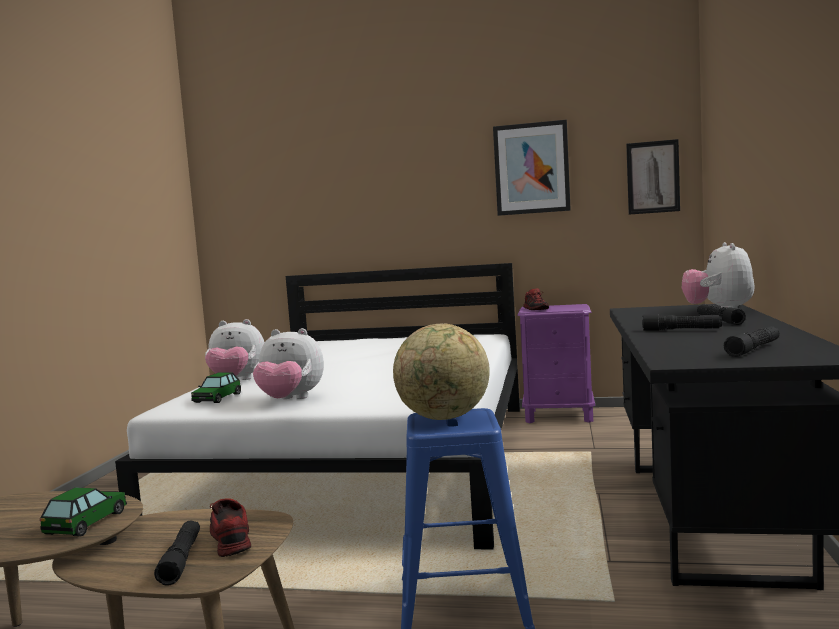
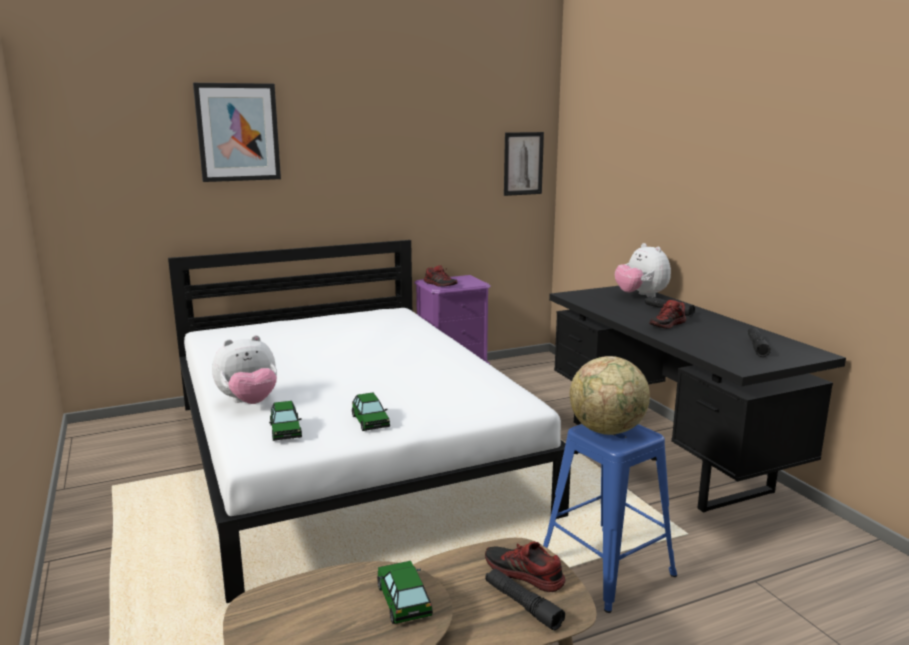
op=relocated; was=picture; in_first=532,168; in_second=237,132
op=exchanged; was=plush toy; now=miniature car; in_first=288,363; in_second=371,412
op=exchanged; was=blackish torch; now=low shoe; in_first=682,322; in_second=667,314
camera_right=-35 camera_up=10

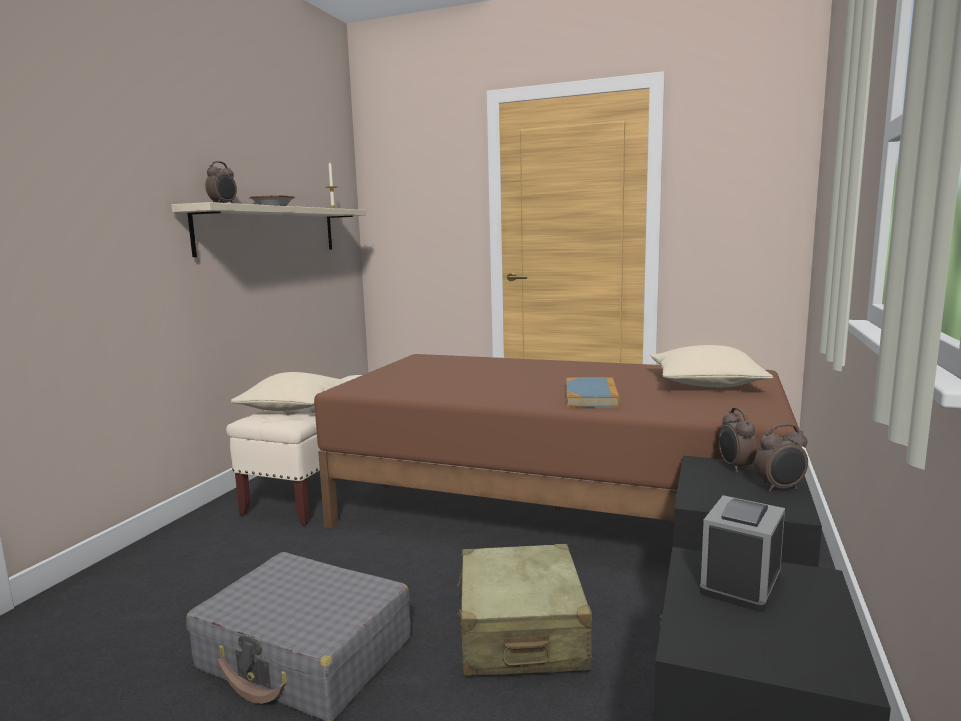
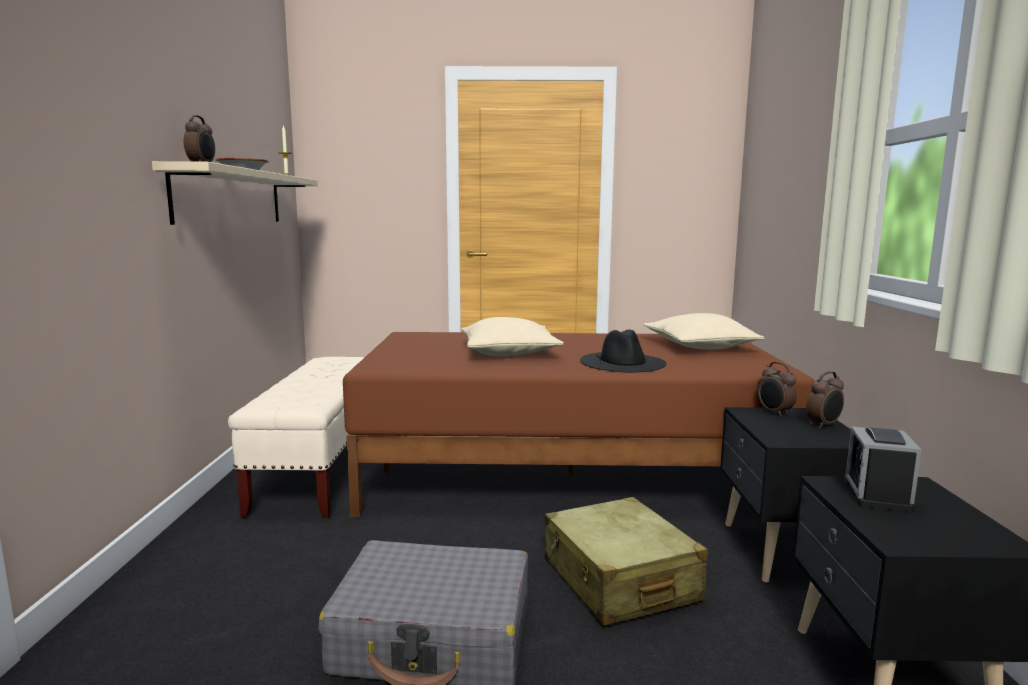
op=relocated; was=sand-coloured cushion; in_first=290,391; in_second=512,336
op=exchanged; was=book; now=blackish wearable hat; in_first=593,392; in_second=623,351
camera_right=-20 camera_up=0

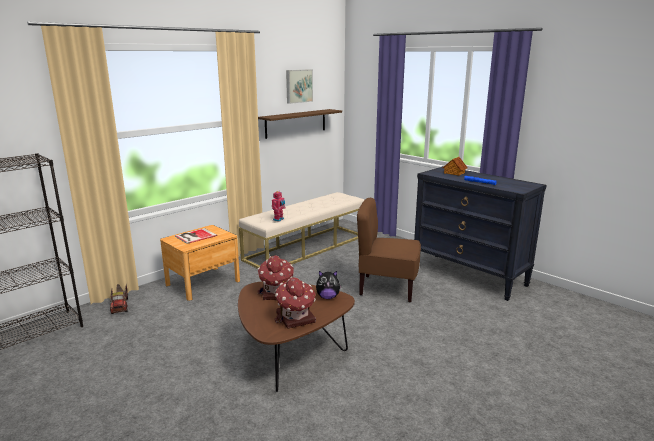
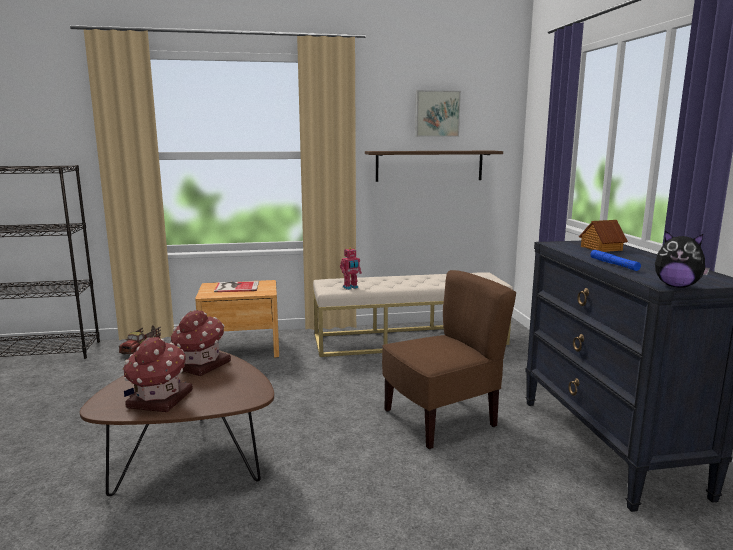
op=relocated; was=plush toy; in_first=329,285; in_second=682,259
op=spun; was=brown-coloured plain chair; in_first=389,250; in_second=449,359; clockwise=105
camera_right=35 camera_up=-5

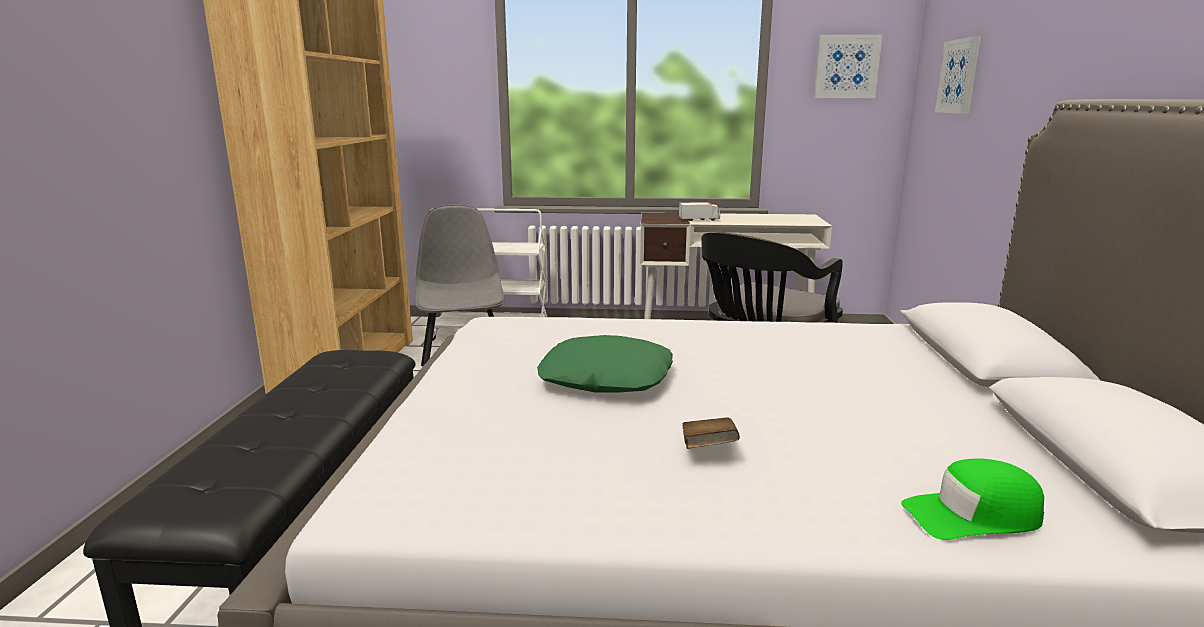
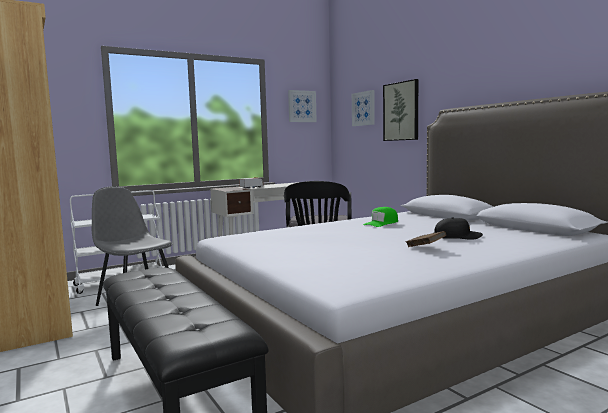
op=missing; was=green-coloured cushion; in_first=605,364
op=appeared; now=picture; in_second=400,110
op=appeared; now=blackish cap; in_second=458,229
op=relocated; was=green-coloured cap; in_first=972,499; in_second=380,217
camera_right=-35 camera_up=-10

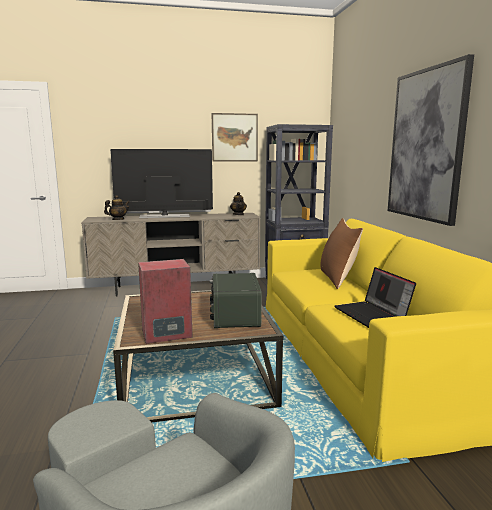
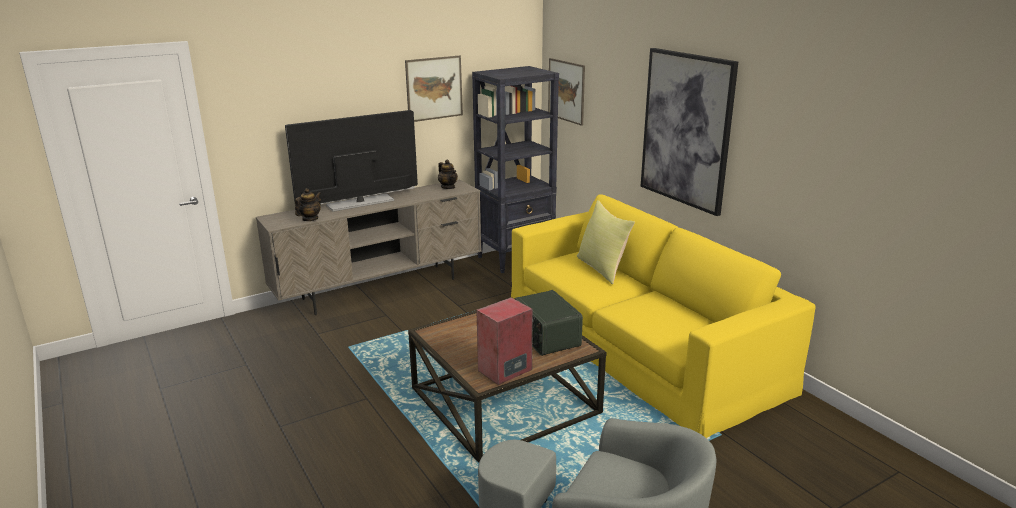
op=missing; was=laptop; in_first=375,297
op=appeared; now=picture; in_second=566,92
op=colour; was=brown-coloured cushion; now=yellowish cushion; in_first=341,253; in_second=606,242
camera_right=-20 camera_up=10

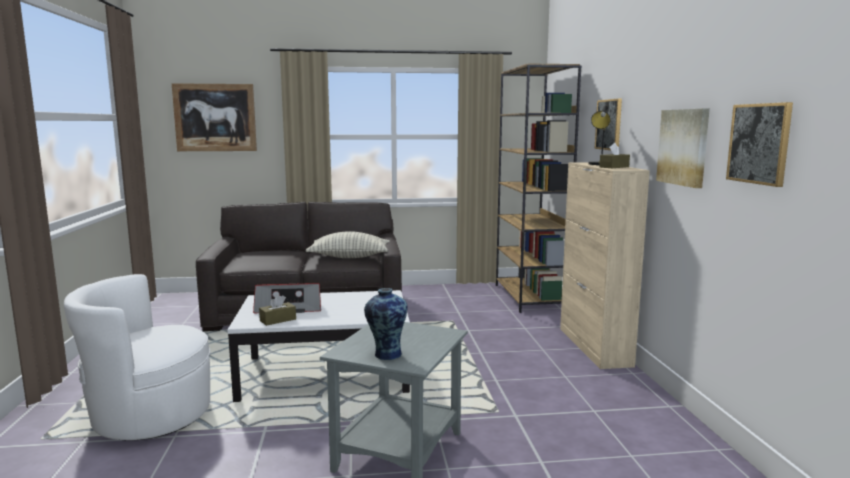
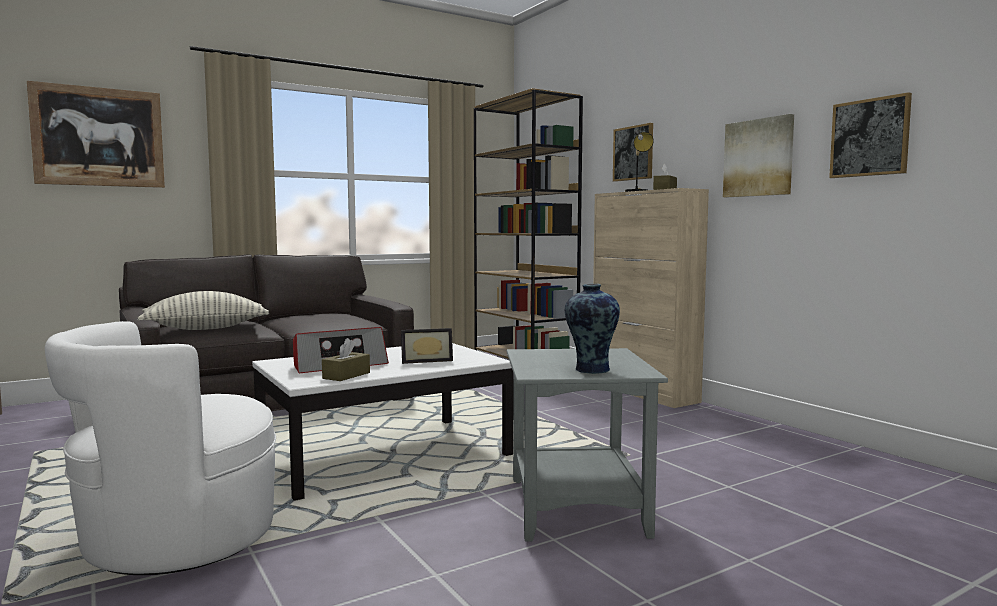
op=appeared; now=standing frame; in_second=427,346
op=relocated; was=cushion; in_first=348,245; in_second=203,310
camera_right=-25 camera_up=-5

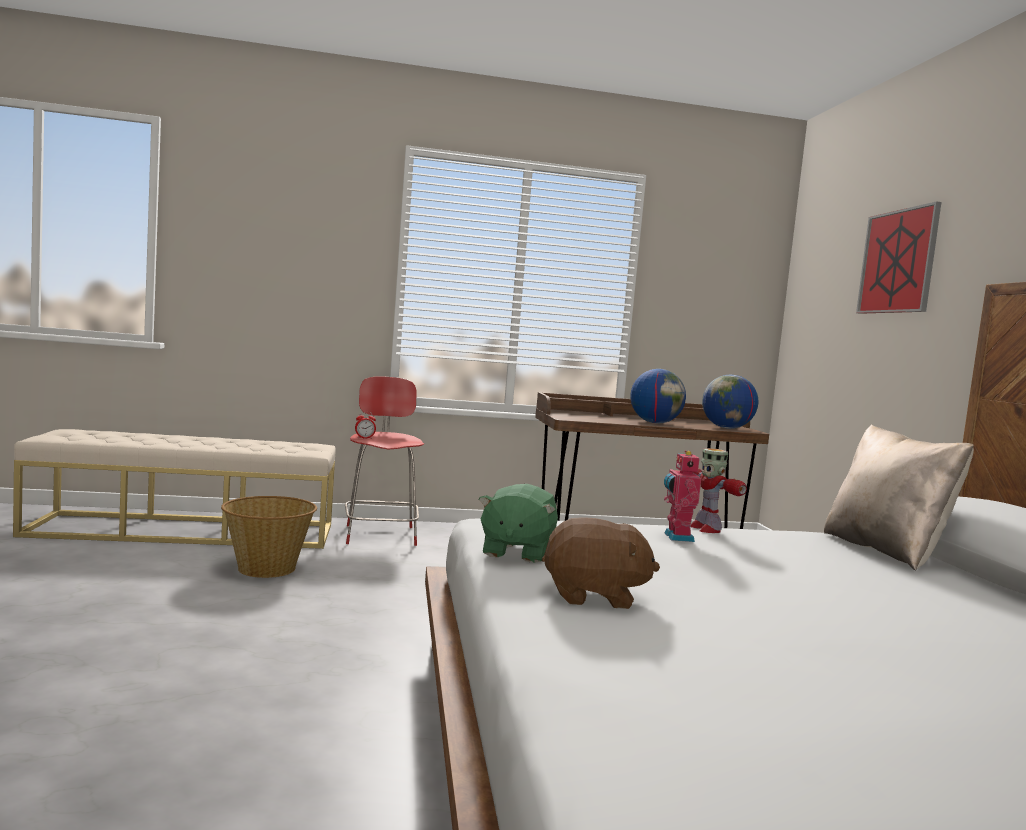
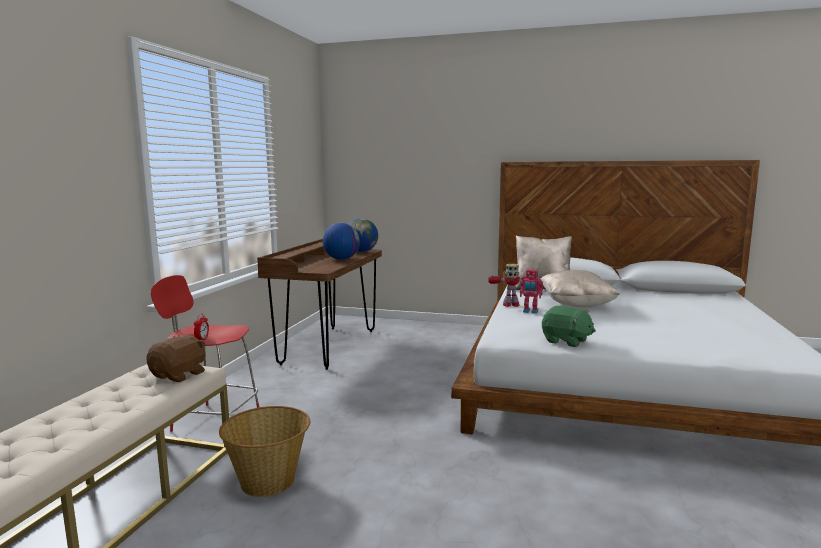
op=missing; was=picture; in_first=899,257
op=appeared; now=sand-coloured cushion; in_second=580,288
op=relocated; was=brown-coloured plush toy; in_first=601,563; in_second=176,358
camera_right=-65 camera_up=5

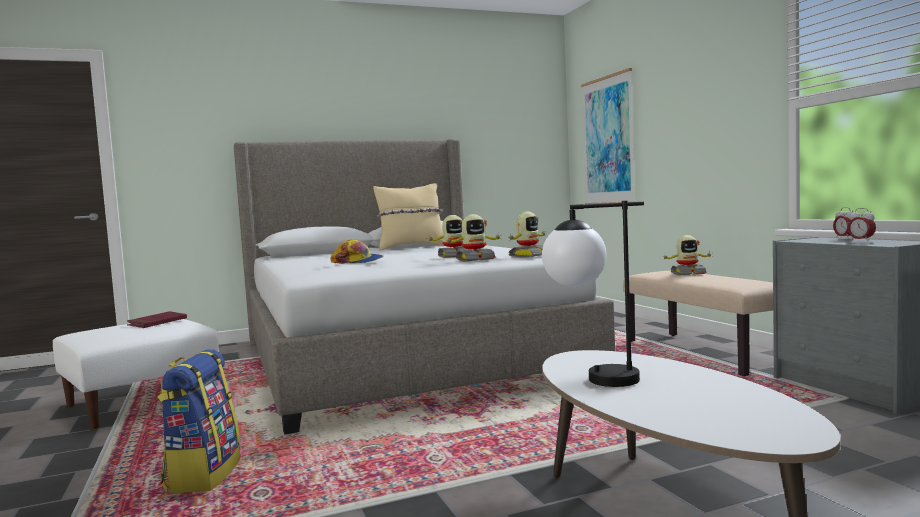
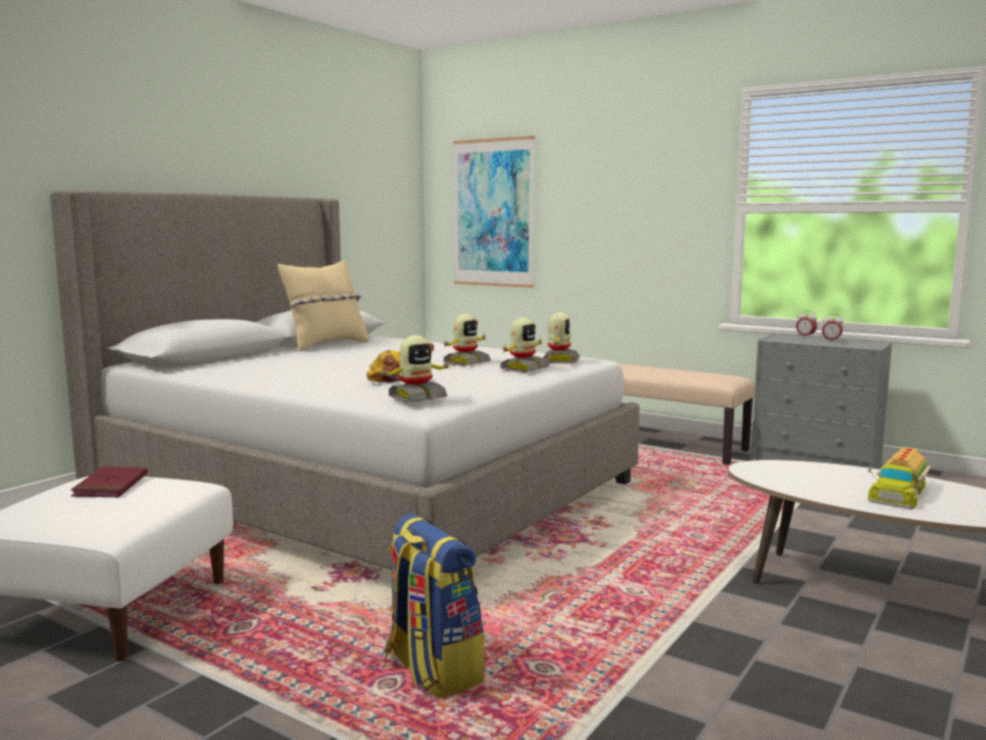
op=missing; was=tabletop lamp; in_first=593,294
op=appeared; now=toy lorry; in_second=899,478
op=relocated; was=robot figure; in_first=686,255; in_second=415,369
camera_right=-35 camera_up=5

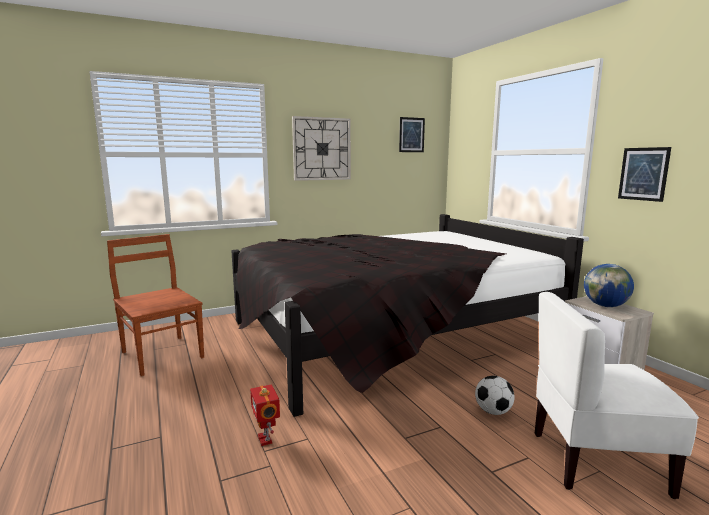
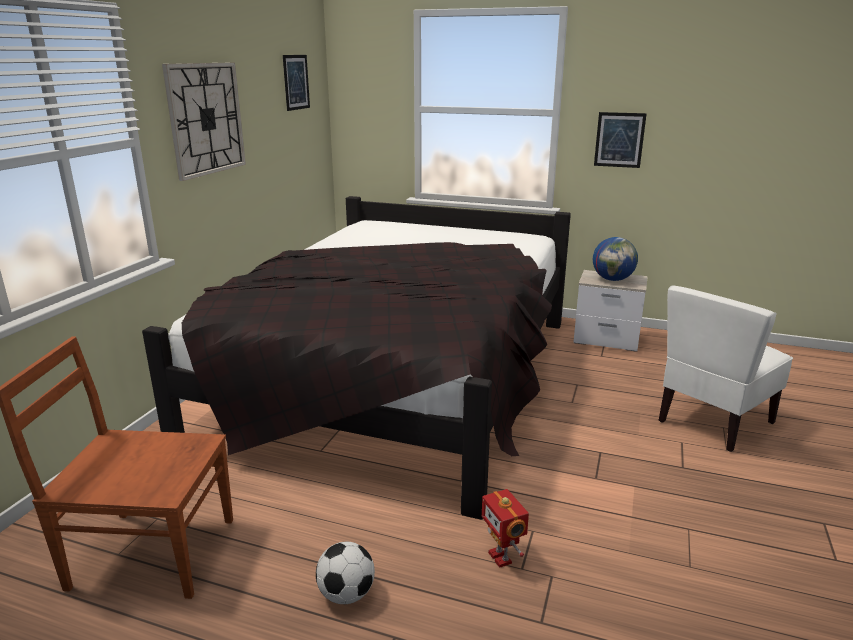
op=relocated; was=football ball; in_first=495,395; in_second=345,573
op=spun; was=robot figure; in_first=265,415; in_second=505,528; clockwise=45
camera_right=-45 camera_up=10

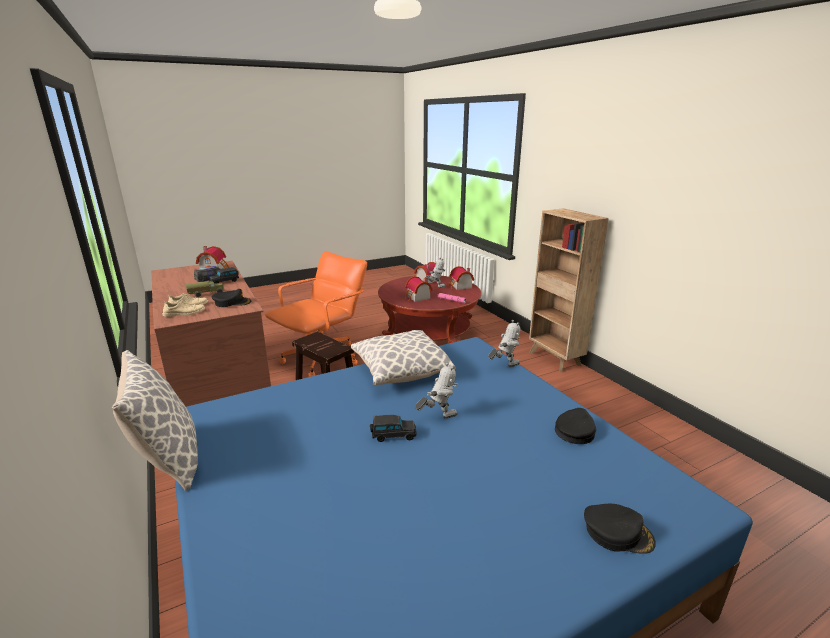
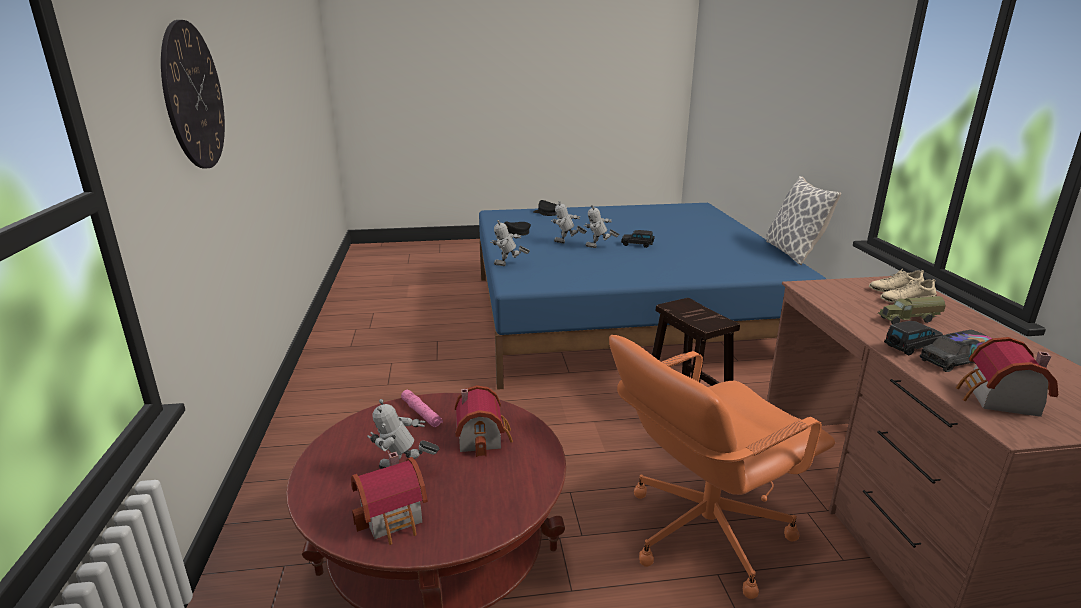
op=missing; was=blackish cap; in_first=231,298
op=missing; was=cushion; in_first=403,357
op=missing; was=miniature house; in_first=461,278
op=missing; was=brown-coloured shelving unit; in_first=569,290
op=appeared; now=clock on the wall; in_second=193,94
op=appeared; now=robot figure; in_second=569,222
camera_right=-160 camera_up=0

